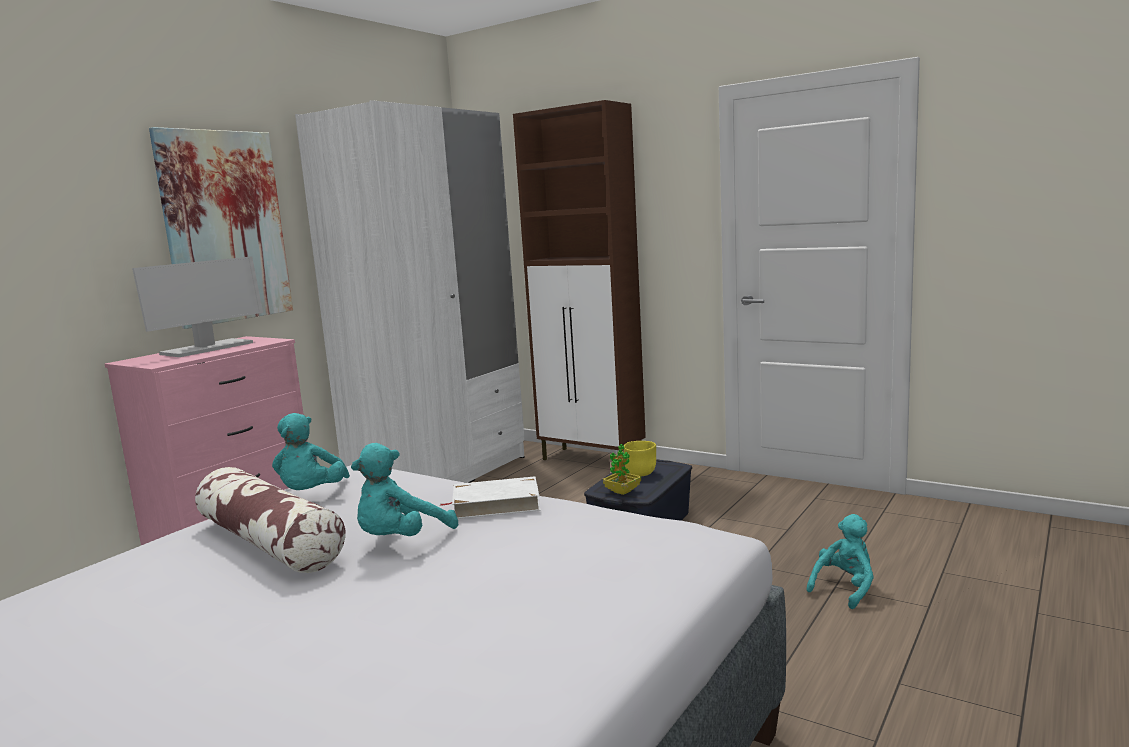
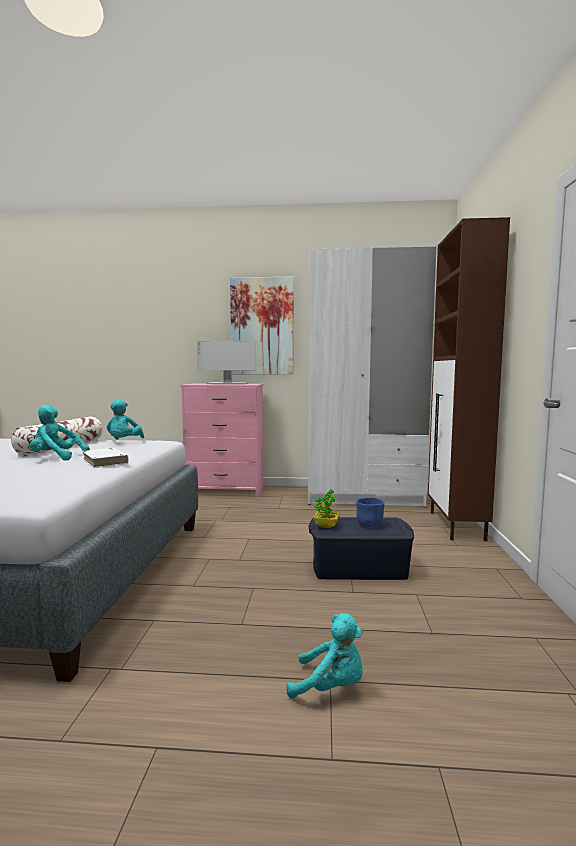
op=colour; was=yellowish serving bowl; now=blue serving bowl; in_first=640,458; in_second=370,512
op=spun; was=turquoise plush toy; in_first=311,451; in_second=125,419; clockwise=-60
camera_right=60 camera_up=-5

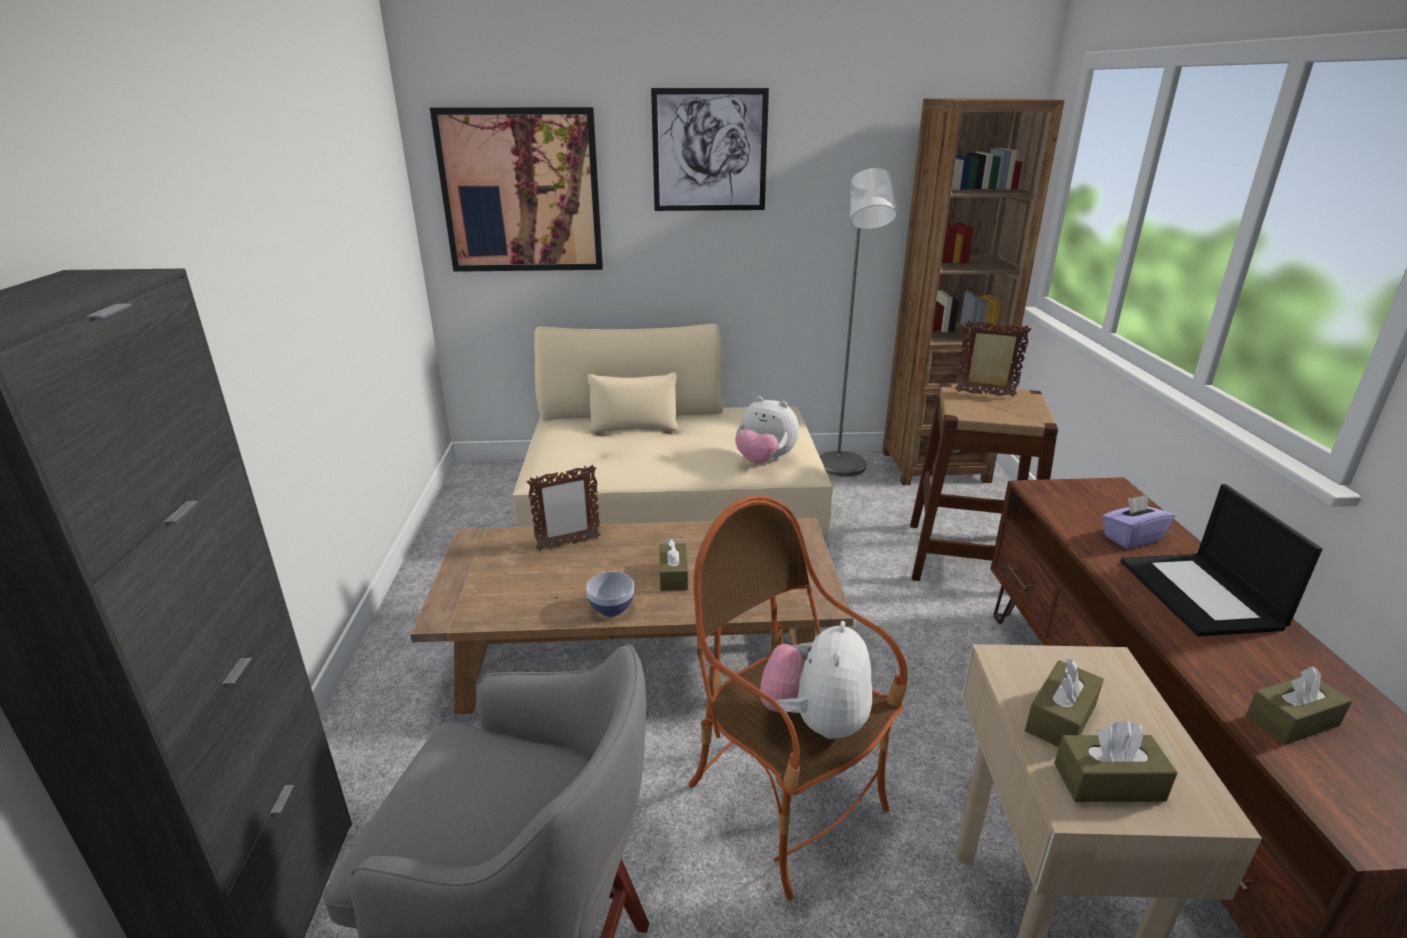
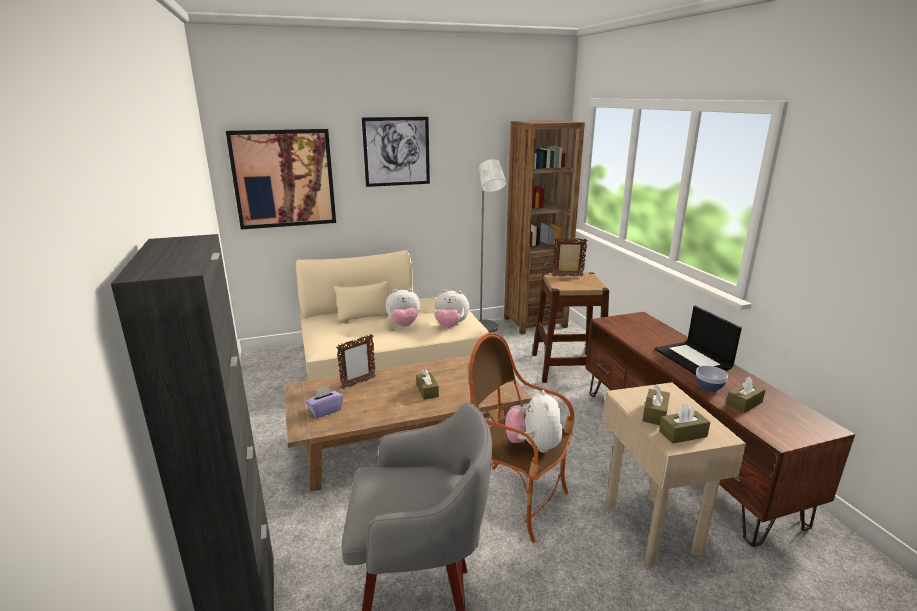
op=appeared; now=plush toy; in_second=402,307
op=relocated; was=serving bowl; in_first=610,594; in_second=712,379
op=relocated; was=purplish tissue holder; in_first=1138,522; in_second=324,402
camera_right=-15 camera_up=-5

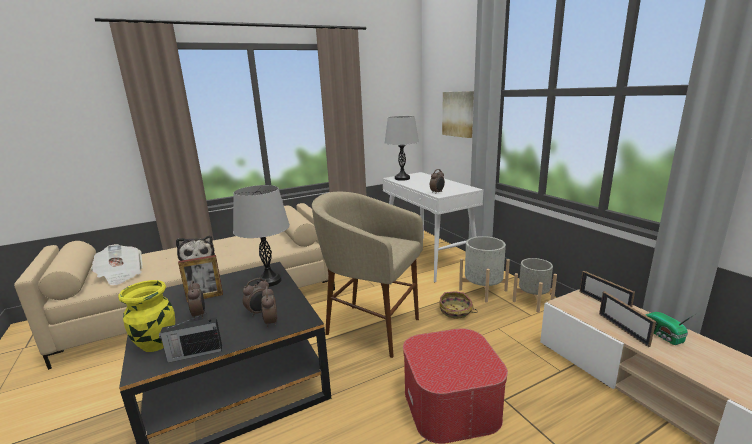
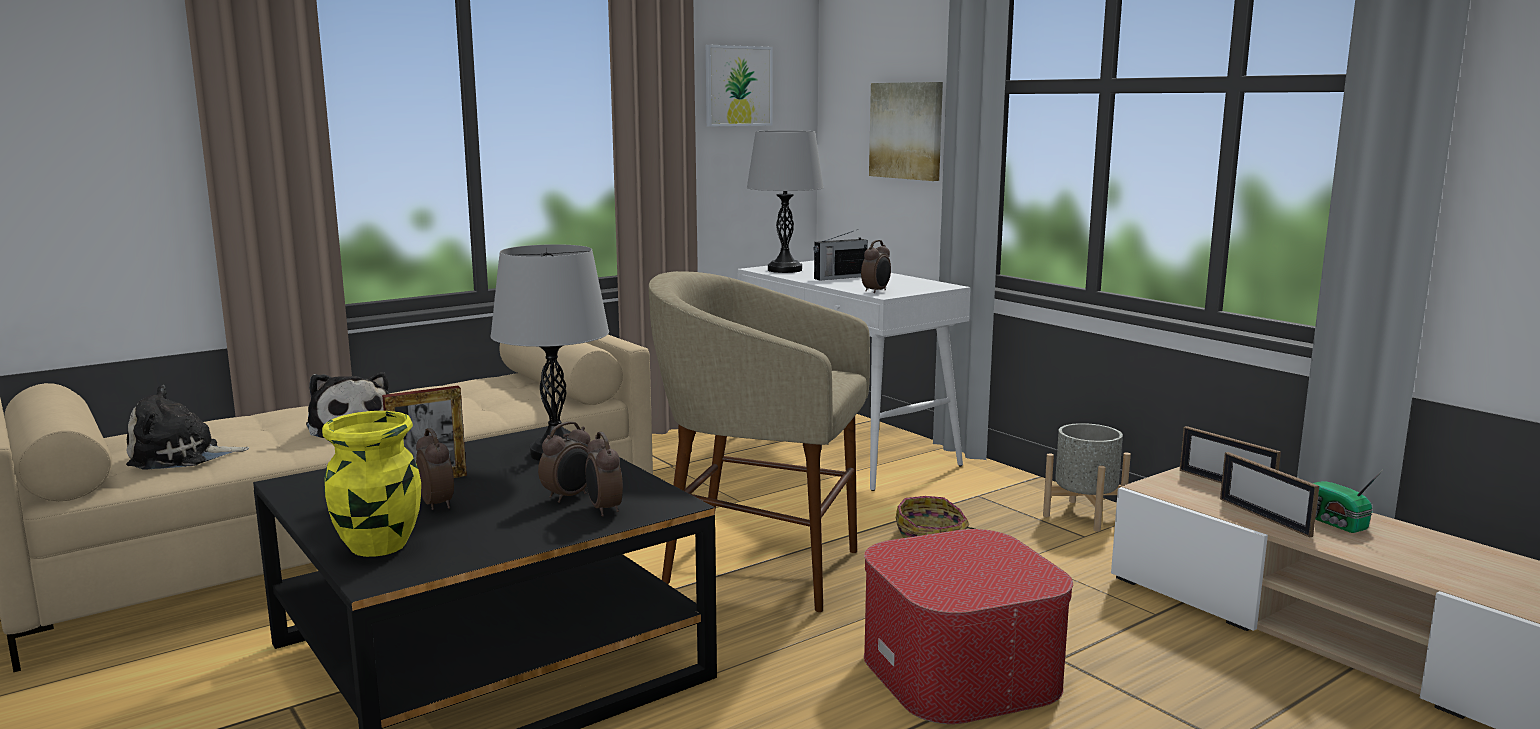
op=missing; was=gray planter; in_first=484,269
op=appeared; now=picture; in_second=739,86
op=relocated; was=radio receiver; in_first=190,338; in_second=840,255
op=exchanged; was=printed paper; now=plush toy; in_first=117,264; in_second=187,427
camera_right=-10 camera_up=-5

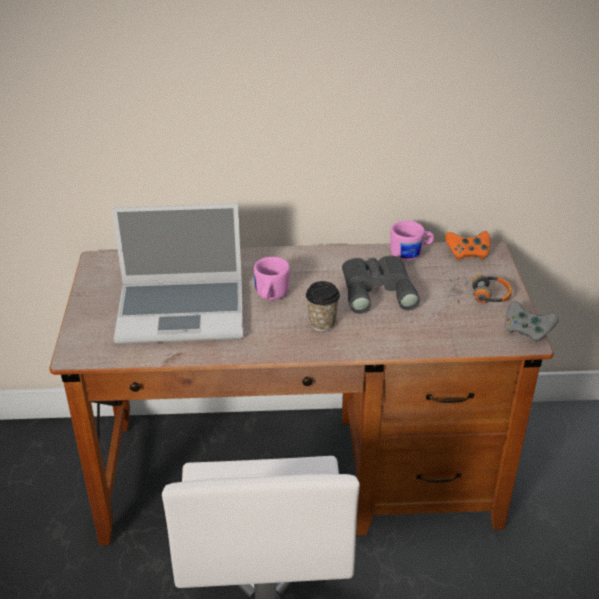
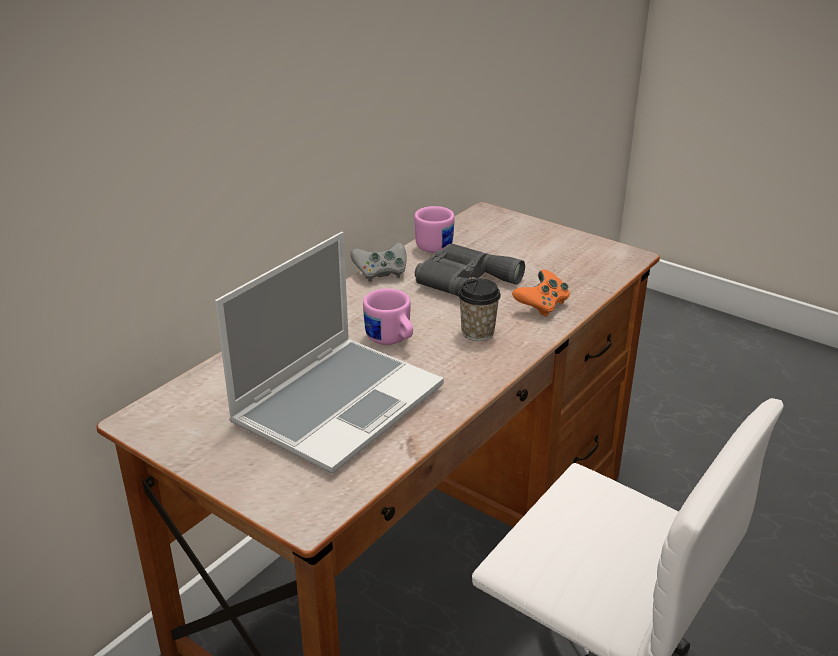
op=missing; was=headphones; in_first=477,288
op=relocated; was=orangey gamepad; in_first=467,246; in_second=541,293
op=relocated; was=gray gamepad; in_first=532,322; in_second=378,262
camera_right=-50 camera_up=-5

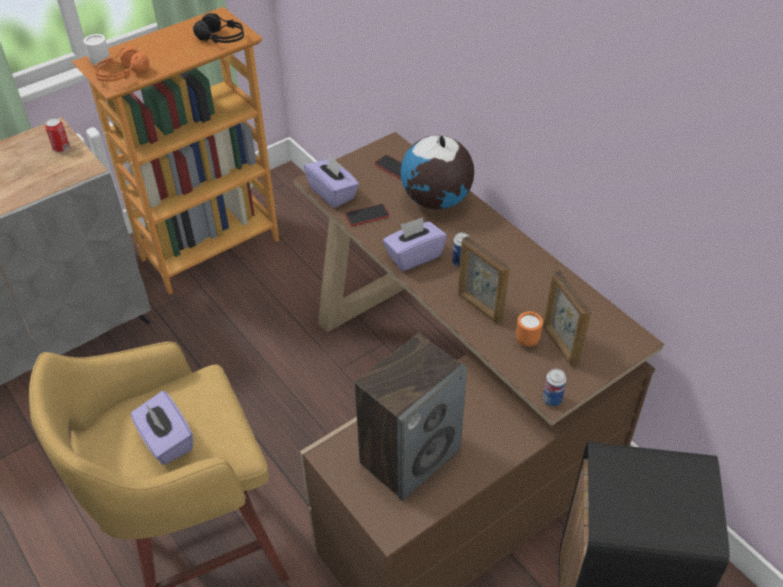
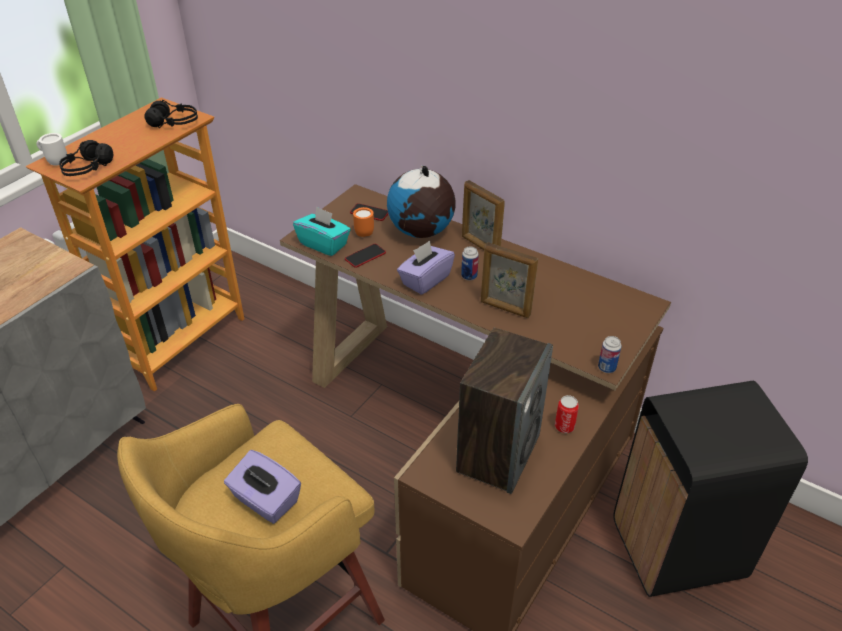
op=relocated; was=sealed can; in_first=57,135; in_second=567,414
op=relocated; was=orangey tea mug; in_first=529,329; in_second=363,222
op=relocated; was=standing frame; in_first=567,318; in_second=483,215
op=colour; was=orangey headphones; now=blackish headphones; in_first=121,64; in_second=86,158
op=colour; was=purplish tissue holder; now=turquoise tissue holder; in_first=331,181; in_second=322,231
camera_right=-20 camera_up=-5

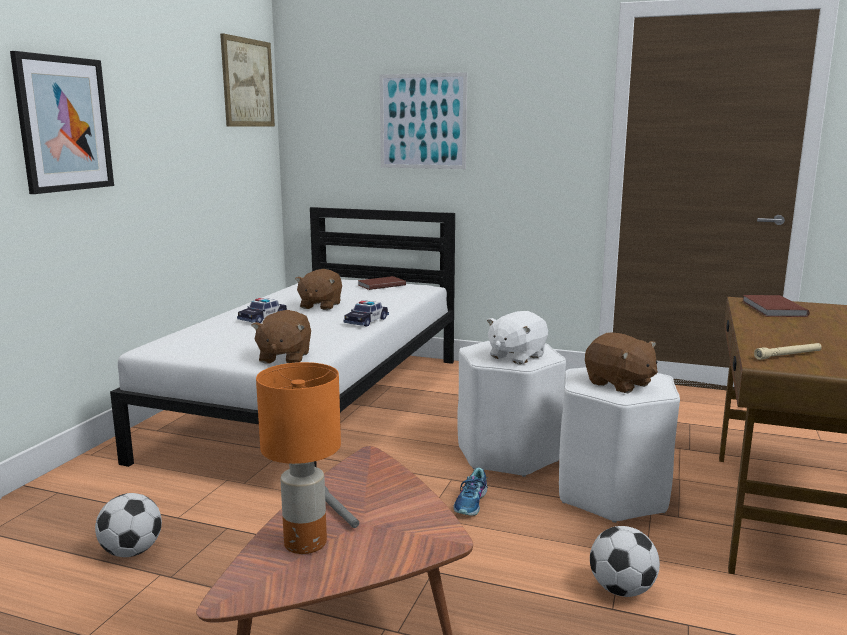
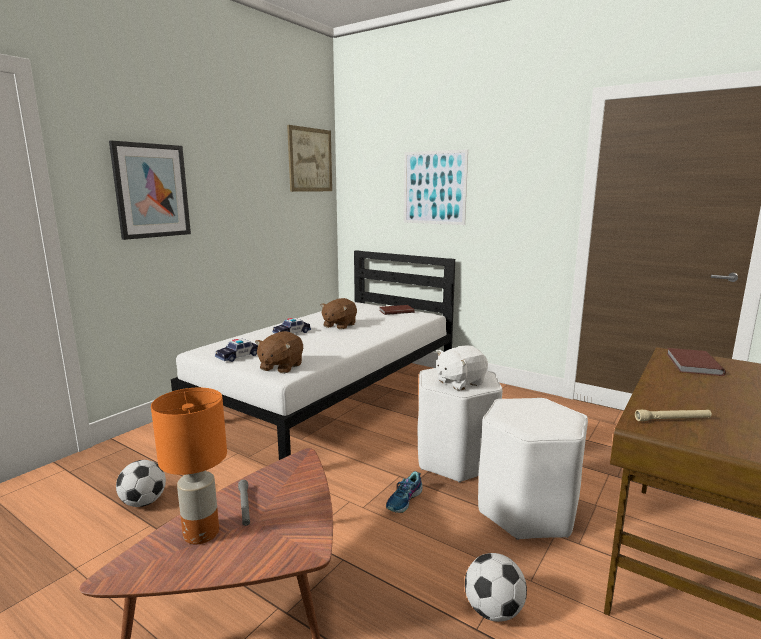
op=missing; was=brown-coloured plush toy; in_first=621,363
op=relocated; was=miniature car; in_first=366,313; in_second=236,350
camera_right=15 camera_up=0

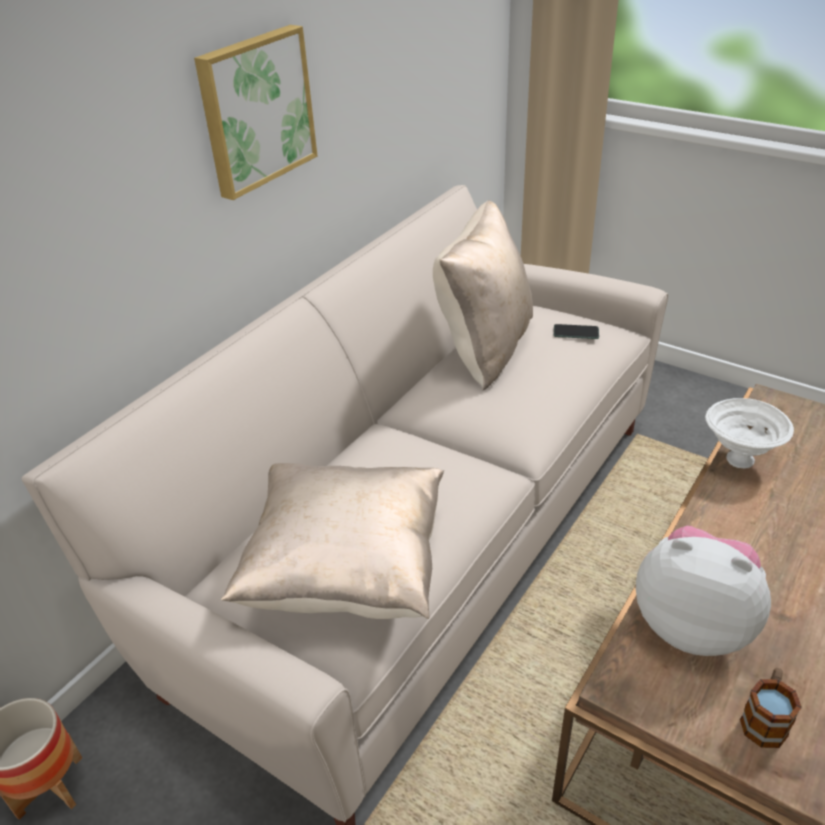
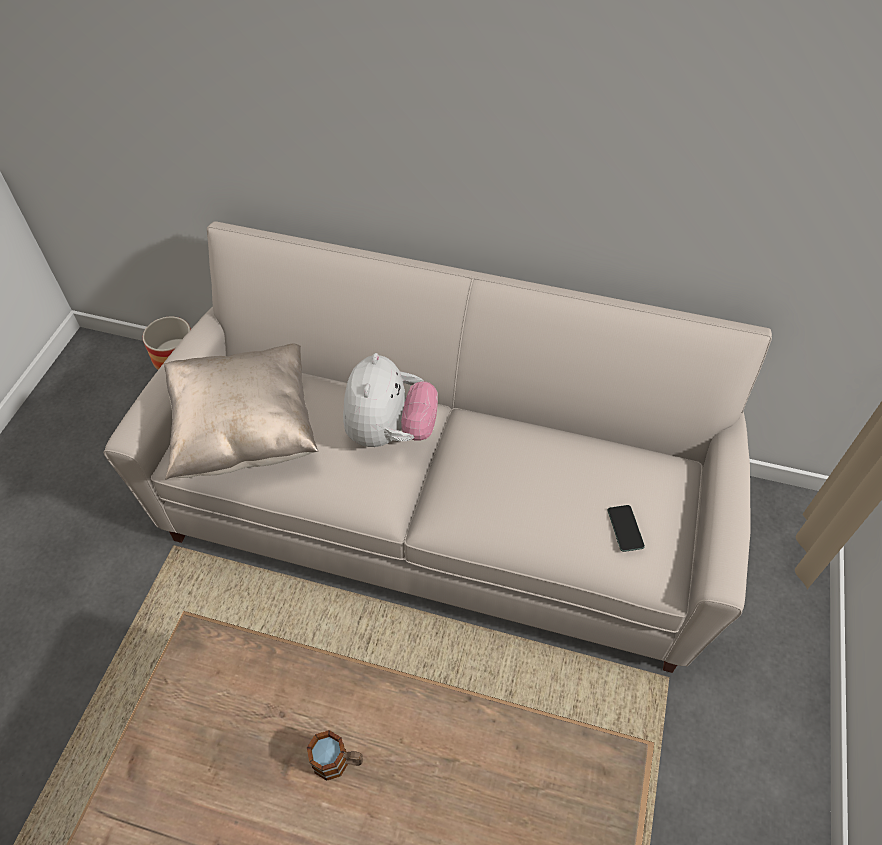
op=missing; was=picture; in_first=255,112
op=missing; was=sand-coloured cushion; in_first=483,295
op=missing; was=white serving bowl; in_first=749,433
op=relocated; was=plush toy; in_first=703,591; in_second=390,400
op=relocated; was=tea mug; in_first=771,708; in_second=335,755
camera_right=70 camera_up=15

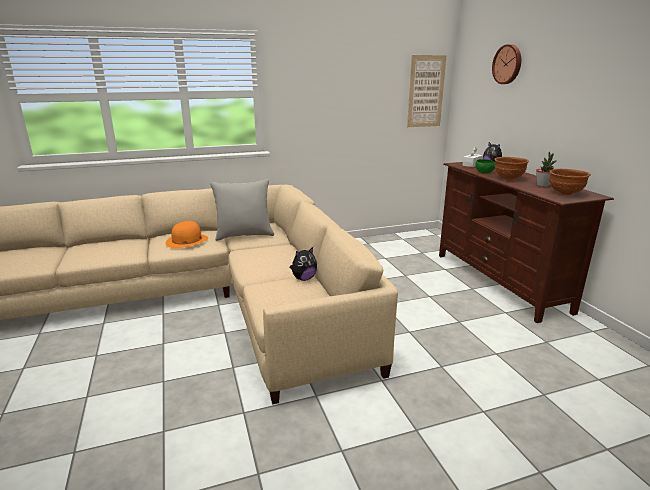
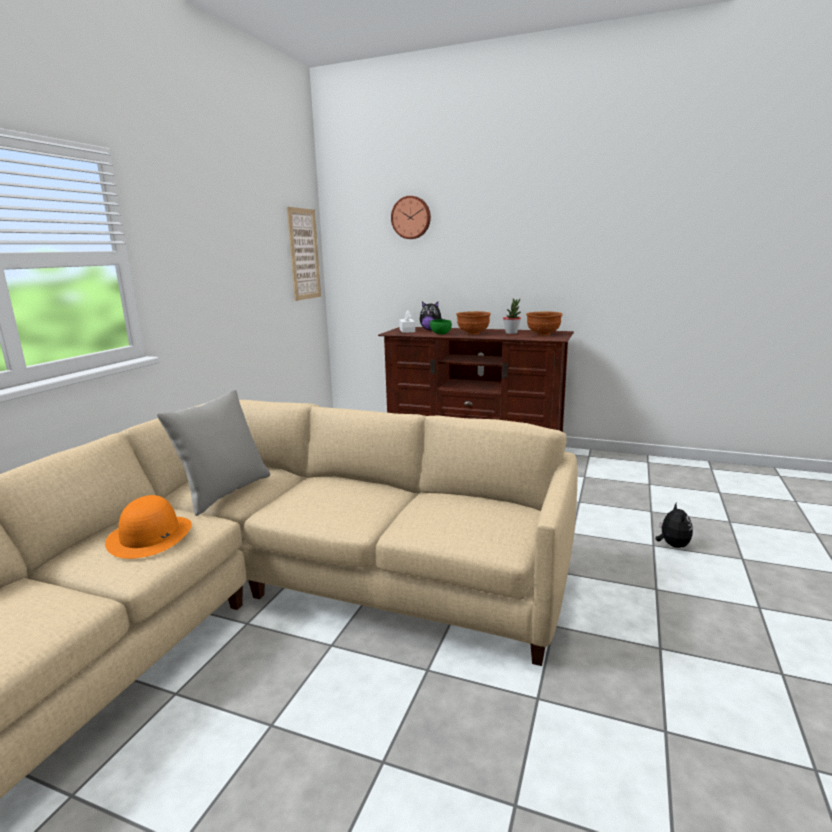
op=relocated; was=plush toy; in_first=303,264; in_second=674,525
camera_right=-50 camera_up=-5

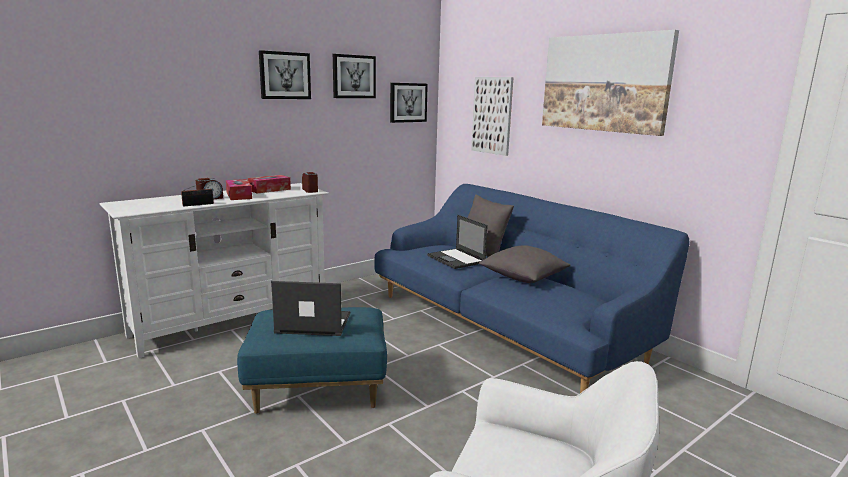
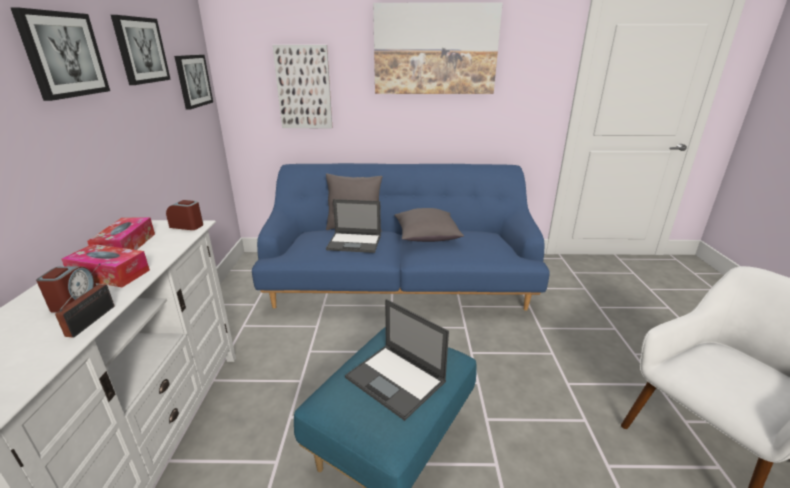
op=spun; was=laptop; in_first=311,308; in_second=397,360; clockwise=-90
camera_right=-50 camera_up=10

